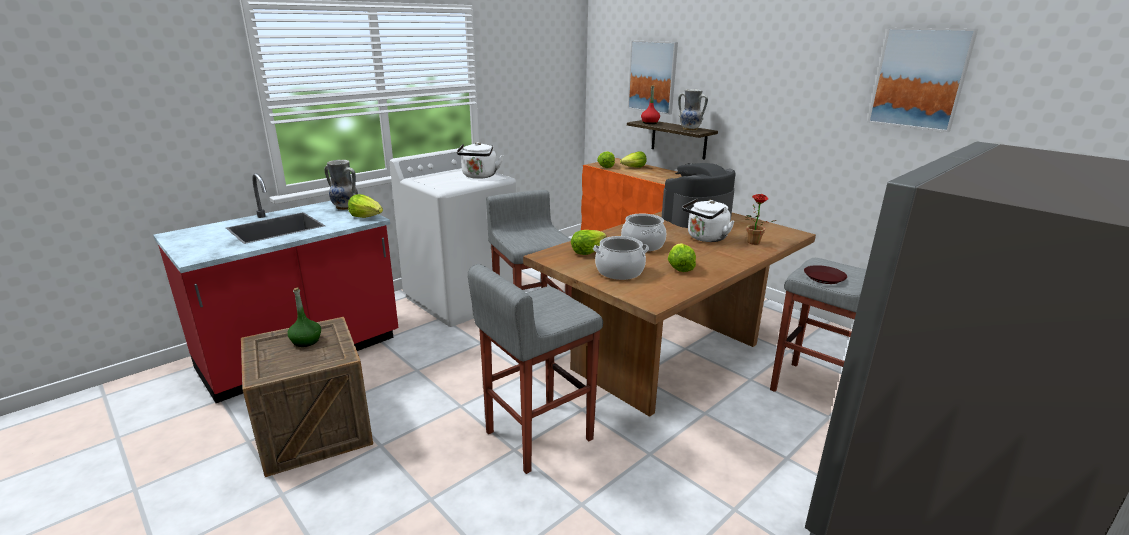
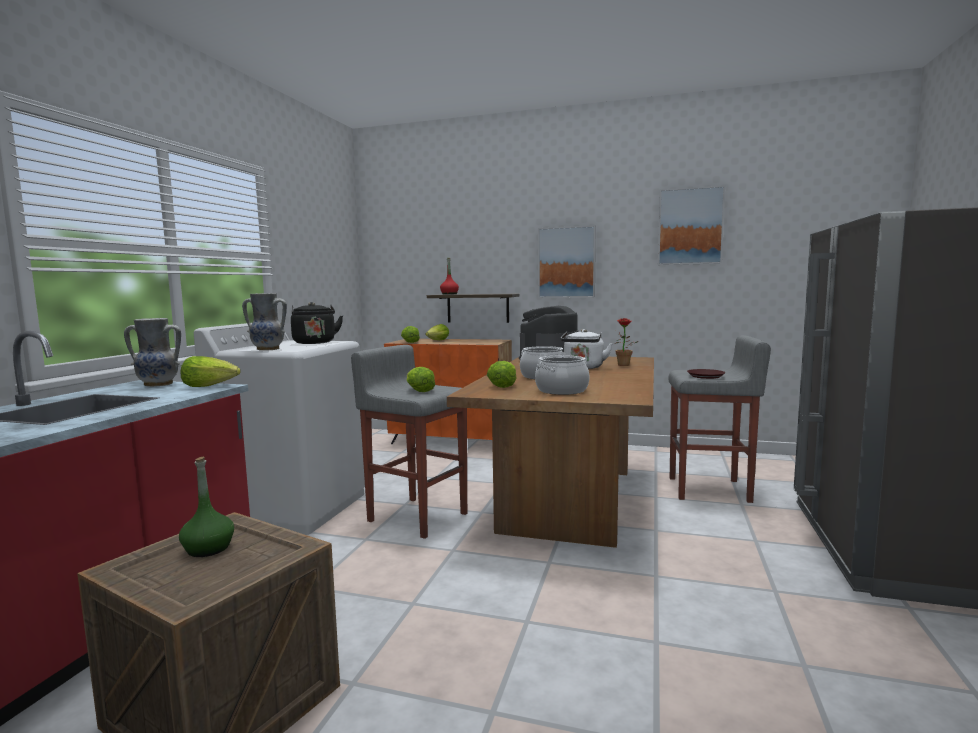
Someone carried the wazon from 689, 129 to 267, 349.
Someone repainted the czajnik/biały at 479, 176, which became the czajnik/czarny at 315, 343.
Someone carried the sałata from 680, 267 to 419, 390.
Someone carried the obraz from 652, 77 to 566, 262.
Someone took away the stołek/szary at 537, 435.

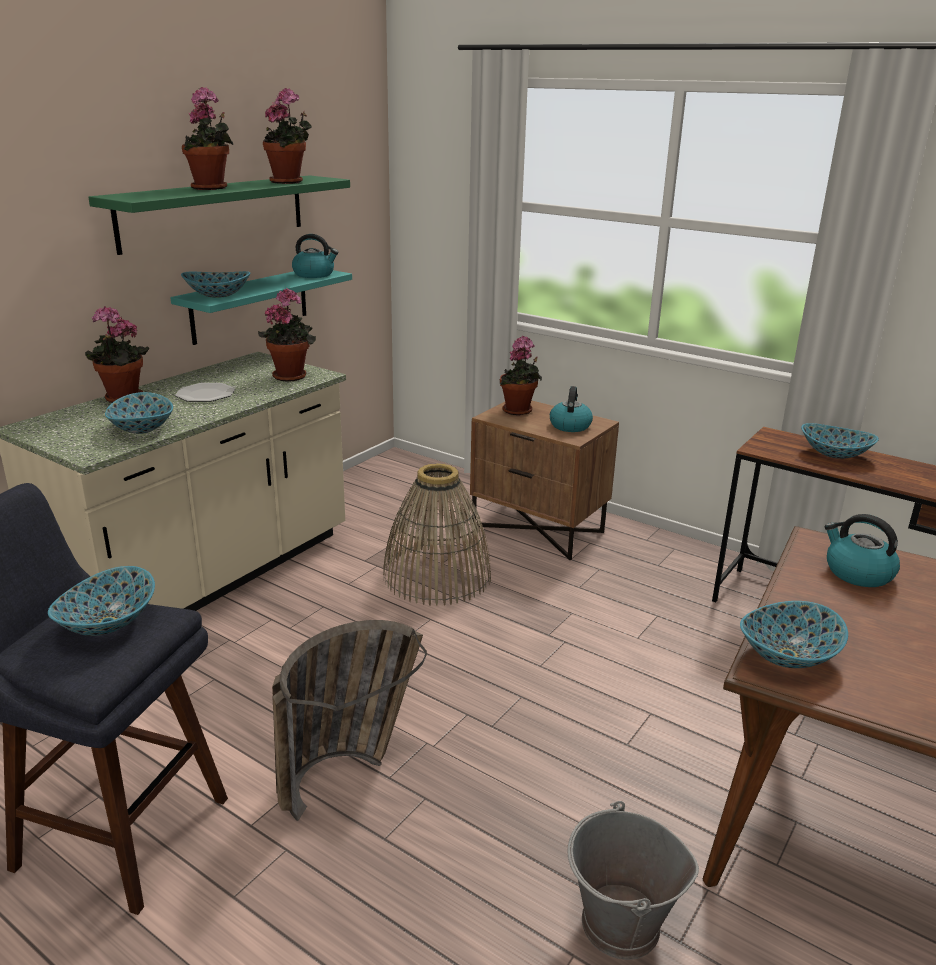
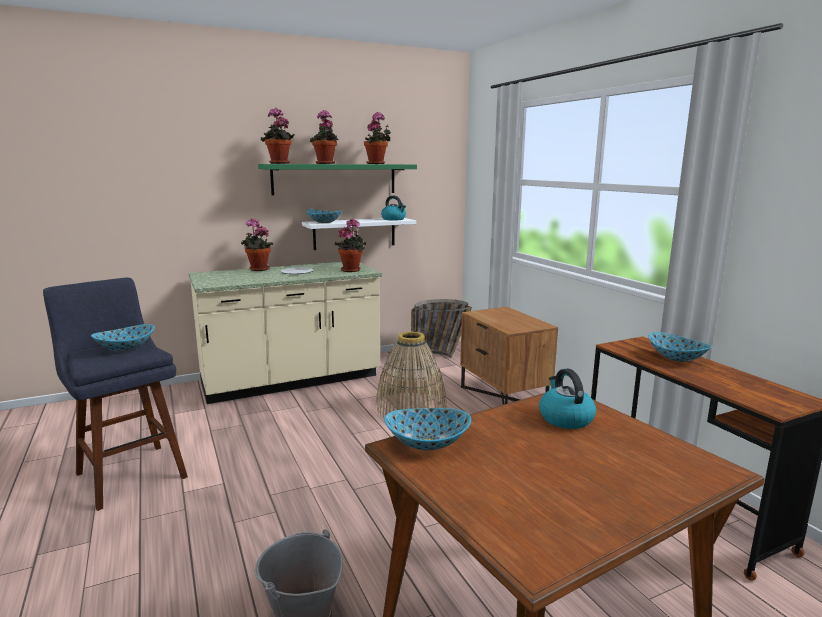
Someone carried the roślina doniczkowa from 519, 411 to 279, 163.
Someone repainted the półka/turkusowy at 250, 305, which became the półka/biały at 354, 233.
Someone carried the koszyk from 348, 771 to 439, 356.
Someone took away the miska at 141, 428.
Someone took away the czajnik at 570, 425.

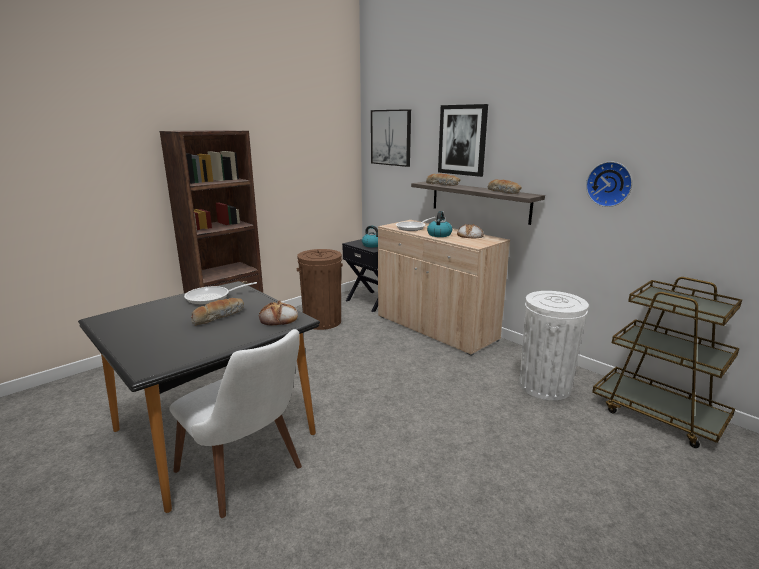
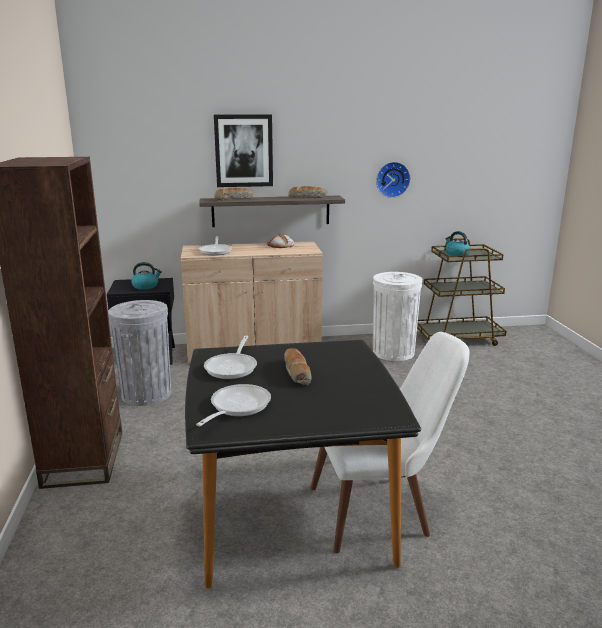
Someone repainted the kosz na śmieci/brązowy at 322, 321, which became the kosz na śmieci/szary at 146, 394.
Someone put down the patelnia at 237, 407.
Someone carried the czajnik from 439, 234 to 456, 254.
Someone took away the chleb at 279, 318.
Someone took away the obraz at 391, 137.

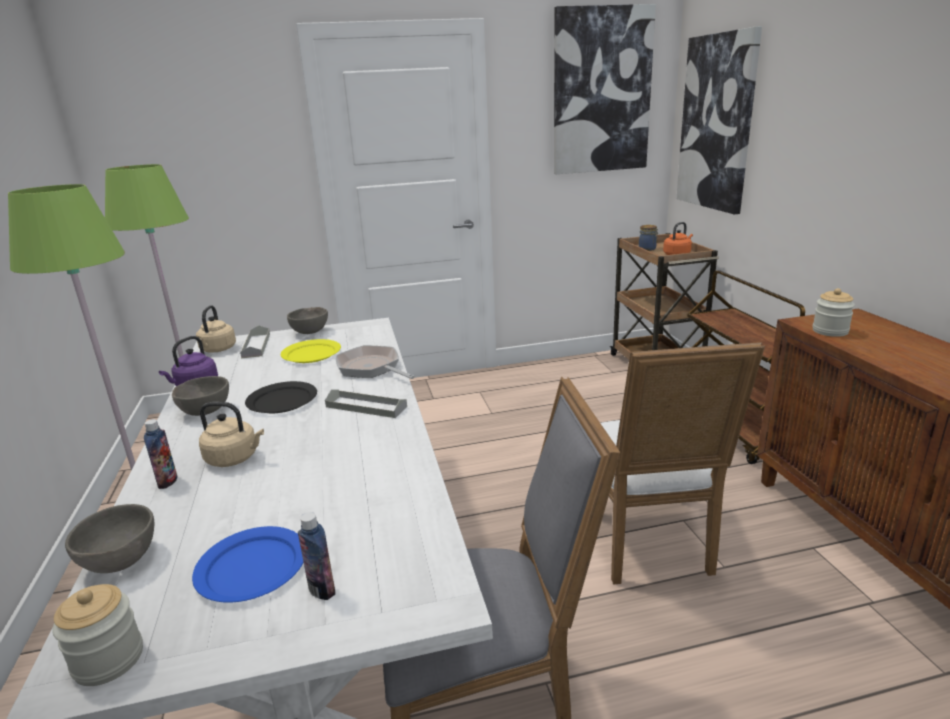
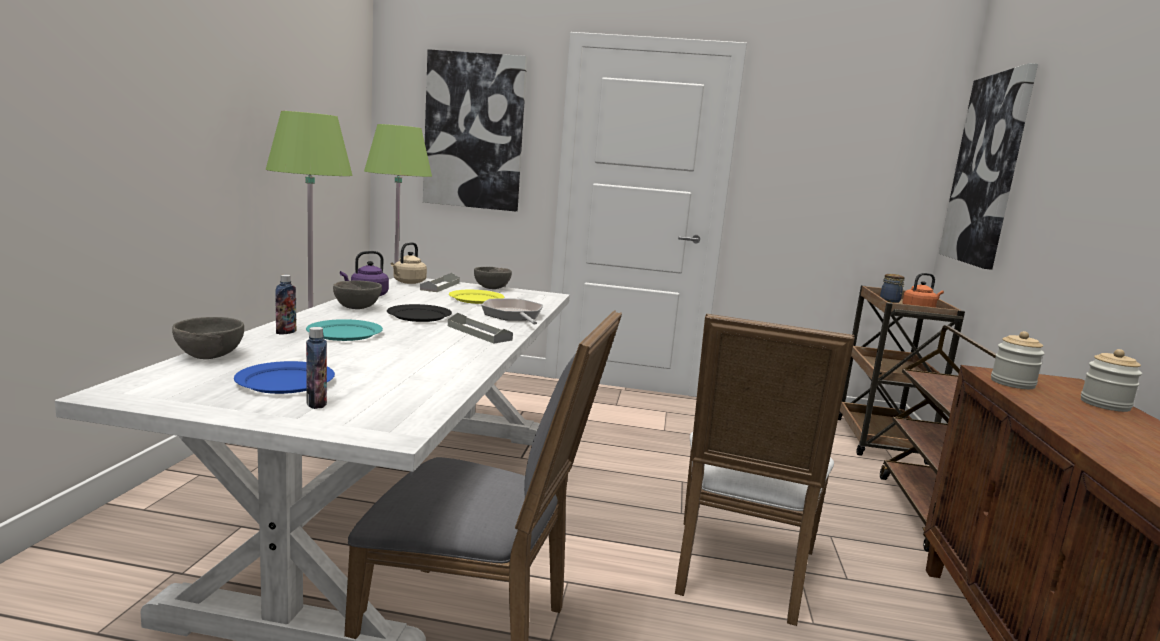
Someone swapped the czajnik/beżowy at 235, 458 for the talerz/turkusowy at 345, 333.
Someone carried the obraz from 601, 92 to 474, 132.
Someone carried the słoik from 108, 659 to 1105, 405.

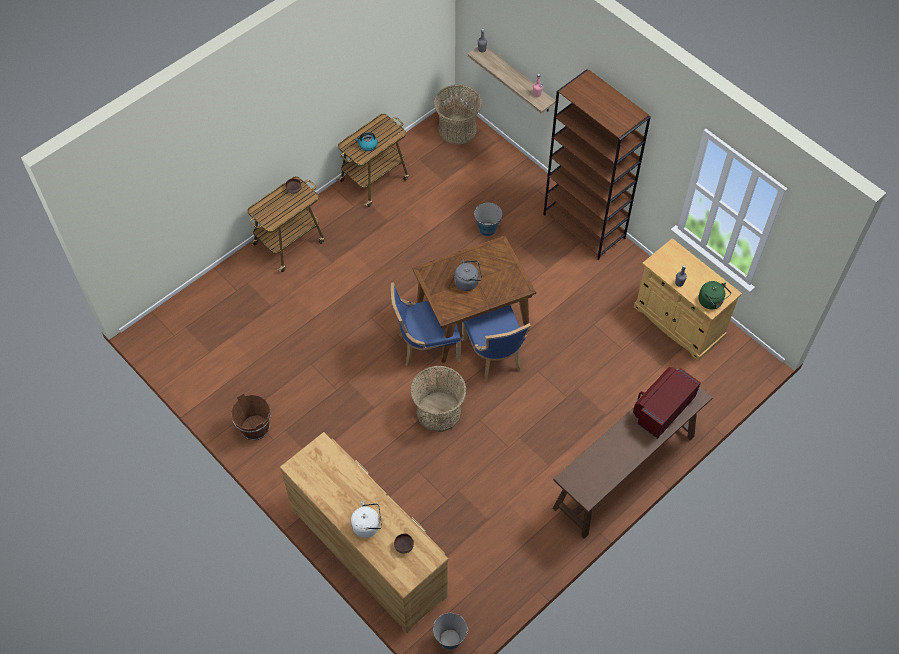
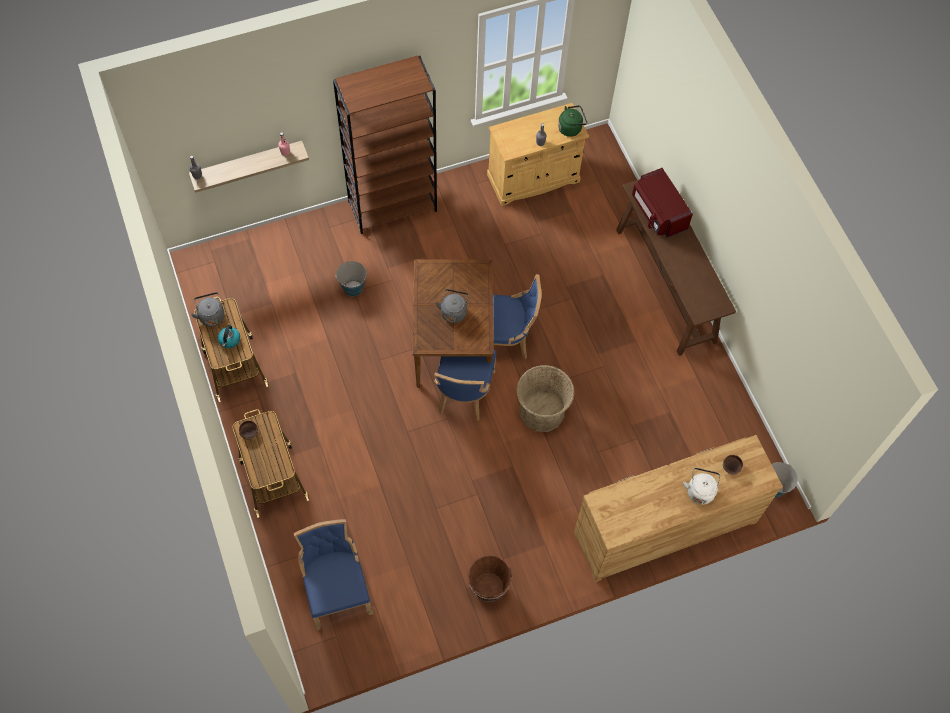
Someone put down the czajnik/szary at 211, 315.
Someone put down the krzesło/niebieski at 336, 589.
Someone took away the koszyk at 457, 129.

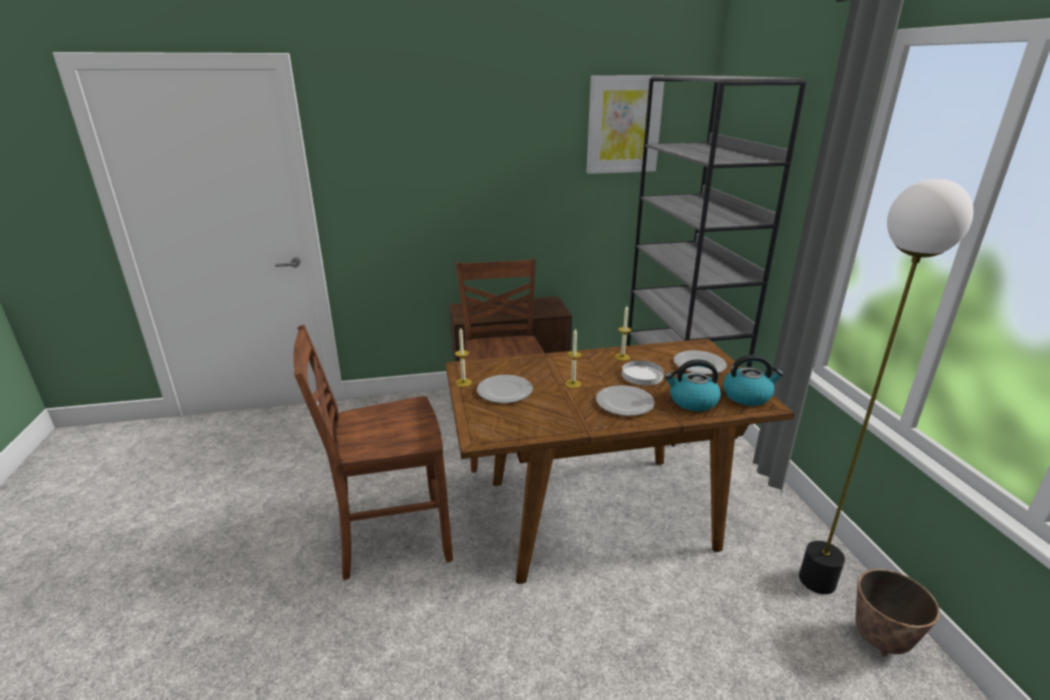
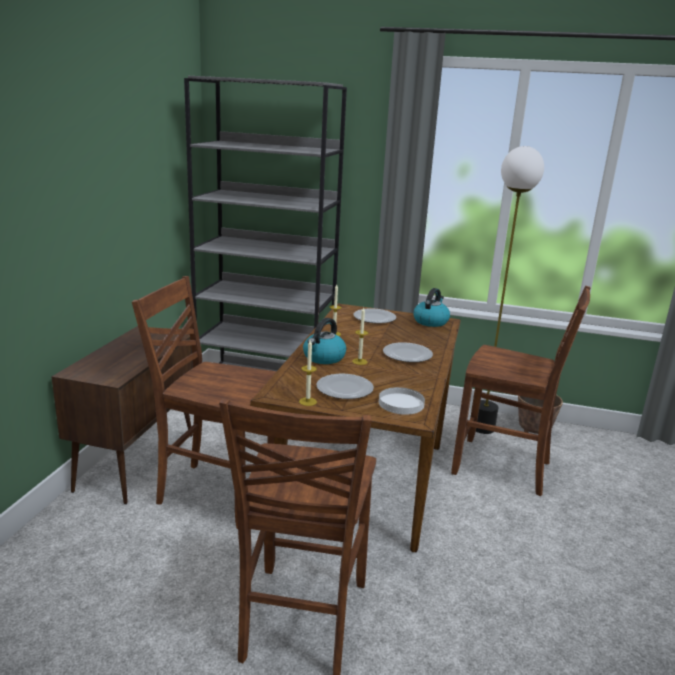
Someone carried the czajnik from 692, 401 to 323, 358.
Someone carried the talerz/biały from 642, 375 to 401, 403.
Someone put down the krzesło/brązowy at 503, 468.
Someone took away the obraz at 623, 125.

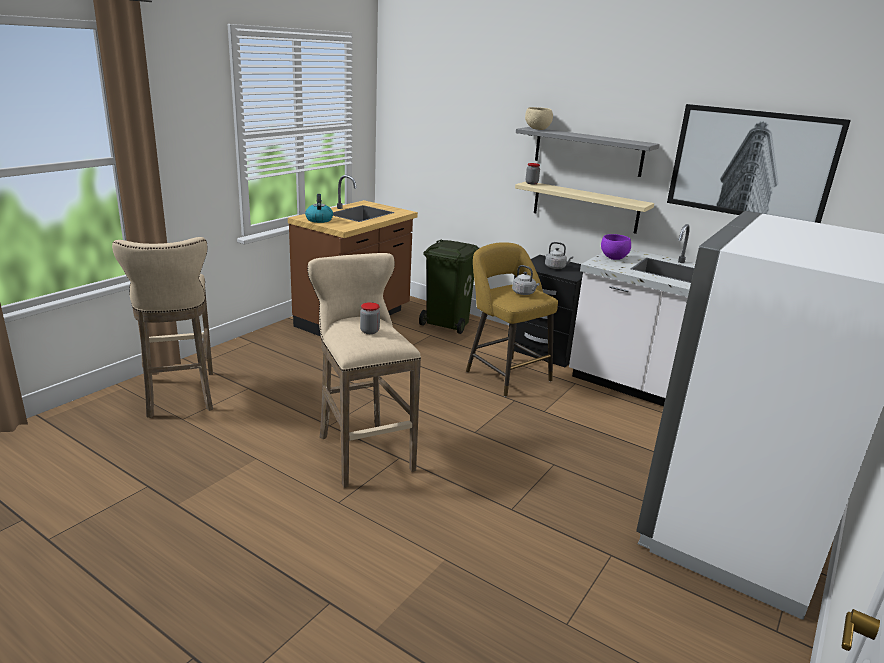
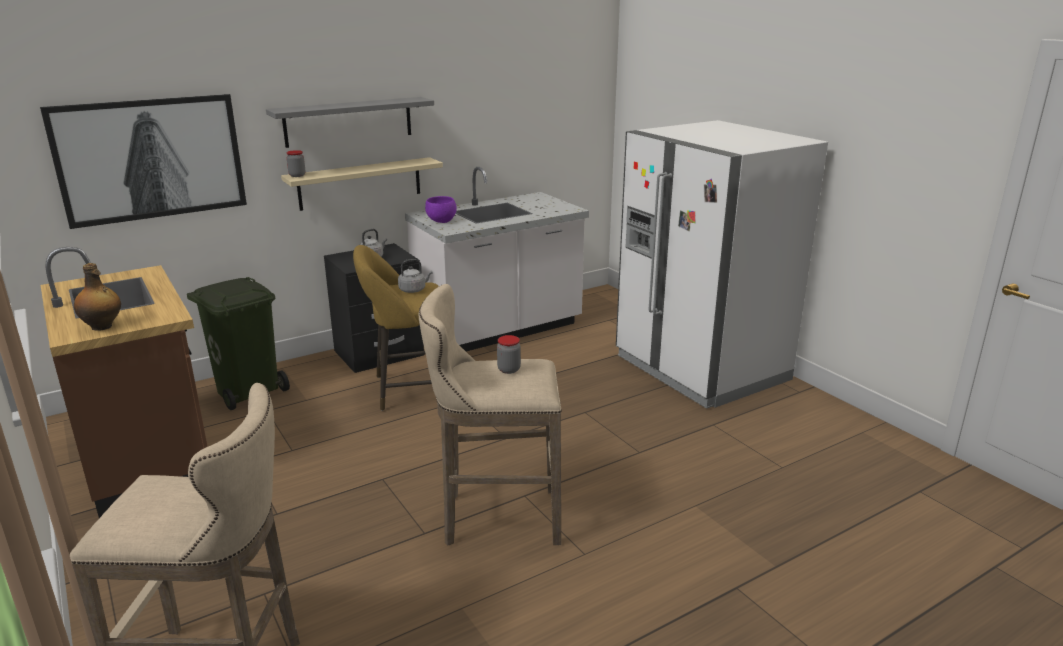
Someone carried the obraz from 751, 164 to 151, 159.
Someone swapped the czajnik at 319, 219 for the butelka at 102, 327.
Someone took away the miska/beżowy at 538, 129.

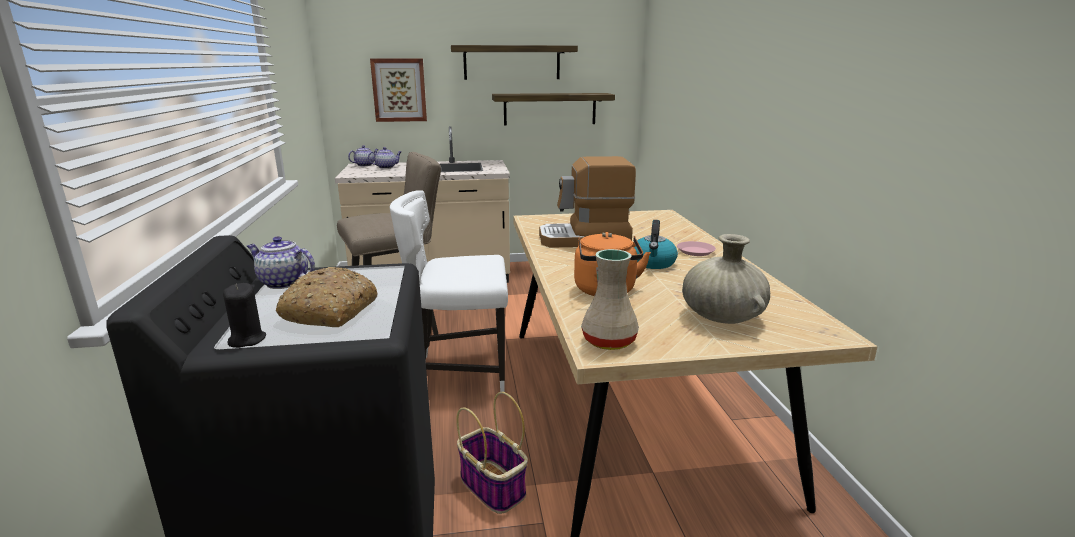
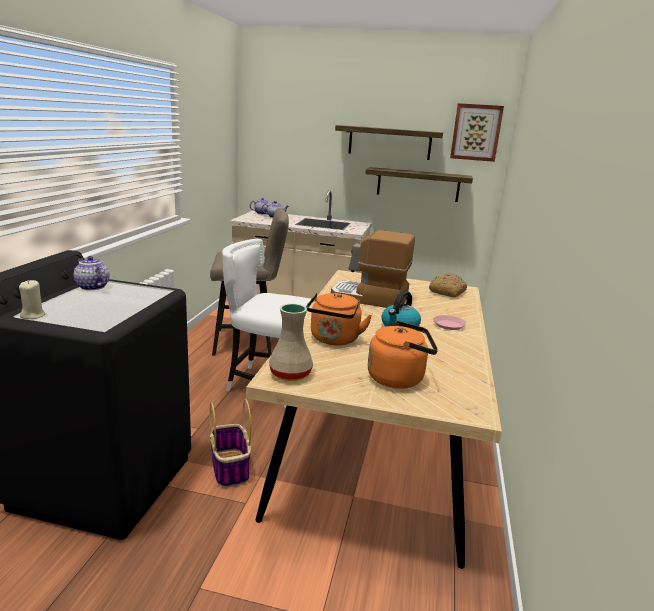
Someone repainted the świeca/czarny at 247, 340, which became the świeca/beżowy at 33, 315.
Someone swapped the wazon/beżowy at 722, 317 for the czajnik/pomarańczowy at 399, 378.
Someone carried the chleb from 330, 311 to 447, 291.
Someone carried the obraz from 399, 90 to 476, 132.

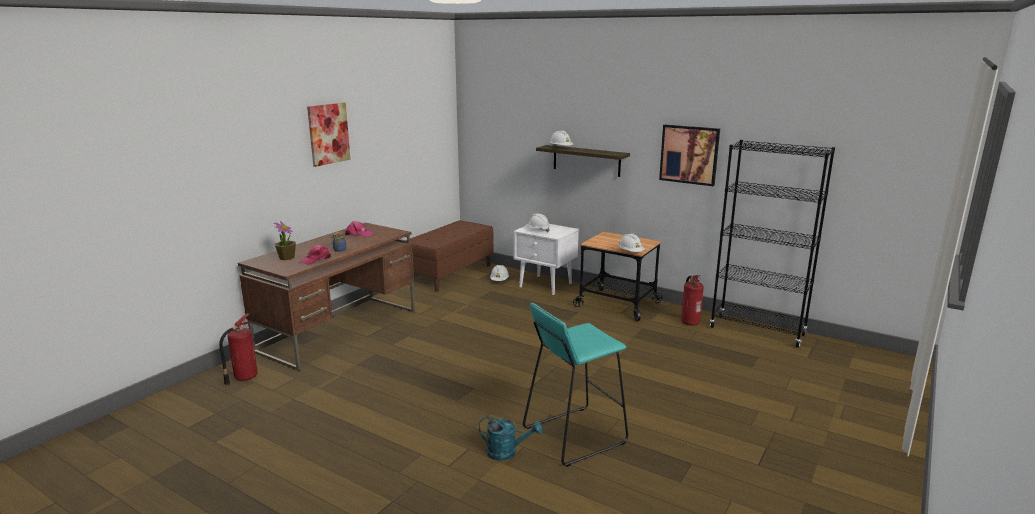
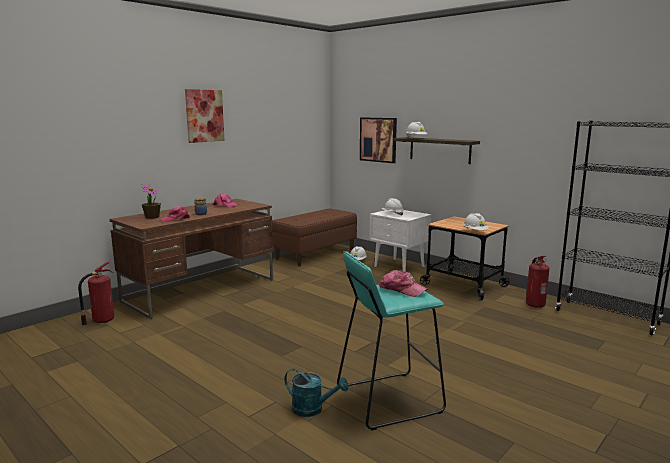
Someone carried the obraz from 689, 154 to 378, 139.
Someone put down the czapka z daszkiem at 402, 290.

